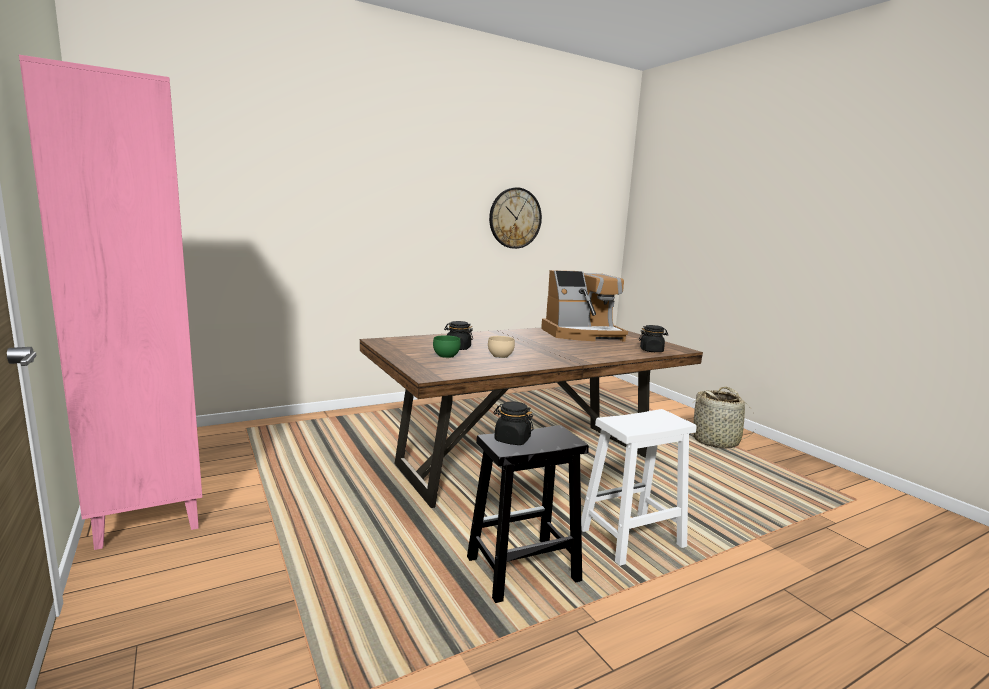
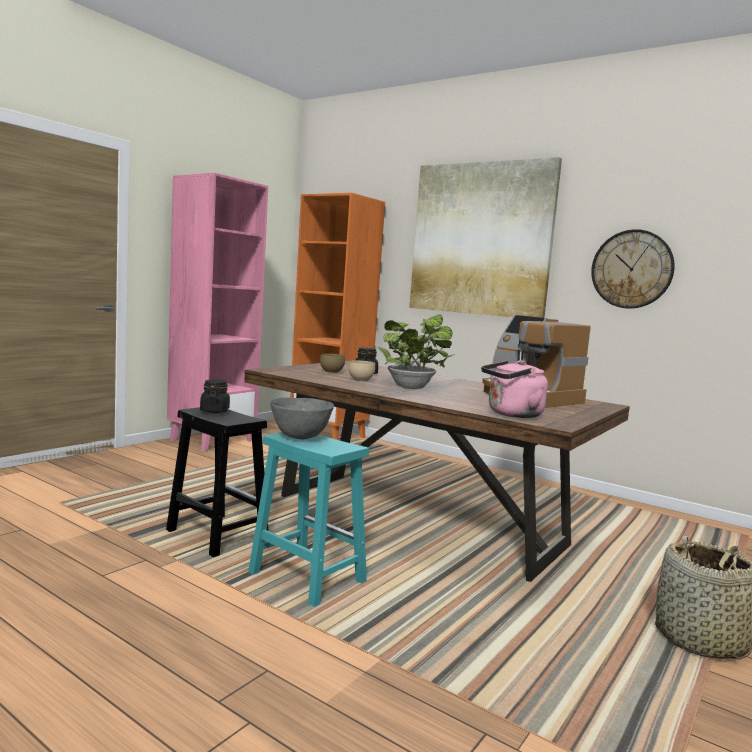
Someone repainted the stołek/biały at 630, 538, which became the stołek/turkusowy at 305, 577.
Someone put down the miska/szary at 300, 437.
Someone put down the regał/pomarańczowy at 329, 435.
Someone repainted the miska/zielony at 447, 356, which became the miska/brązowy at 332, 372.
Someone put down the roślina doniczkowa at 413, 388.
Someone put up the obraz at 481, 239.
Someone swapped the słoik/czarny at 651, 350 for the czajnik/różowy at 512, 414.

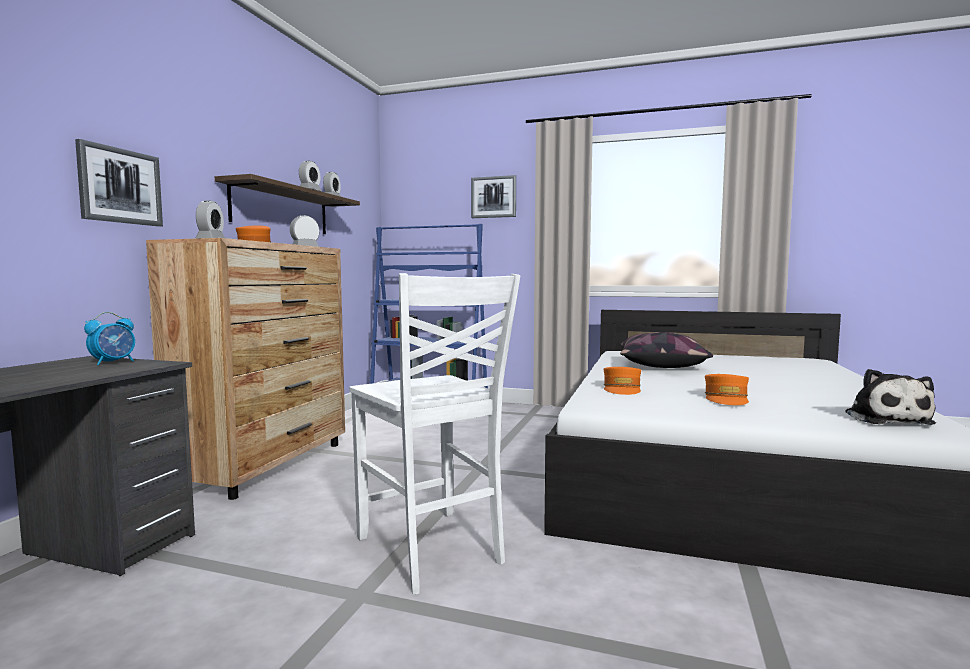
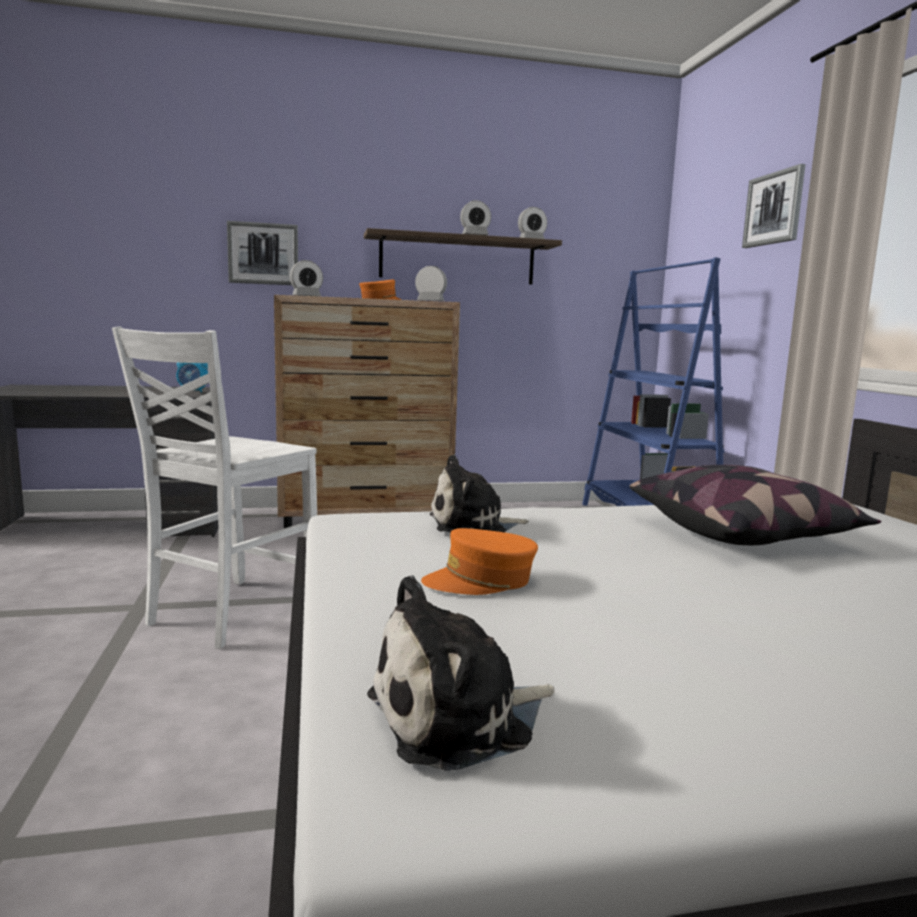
Someone swapped the czapka z daszkiem/pomarańczowy at 622, 389 for the pluszak at 473, 525.

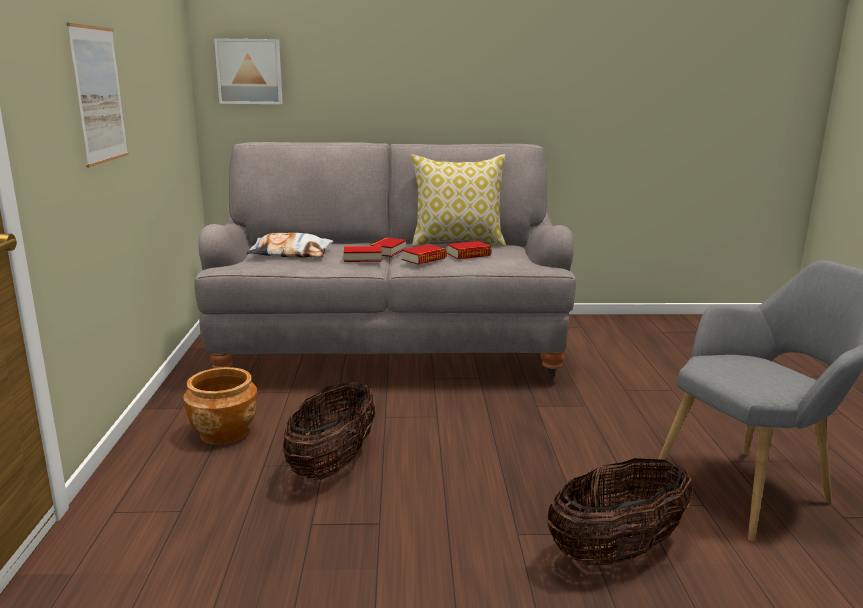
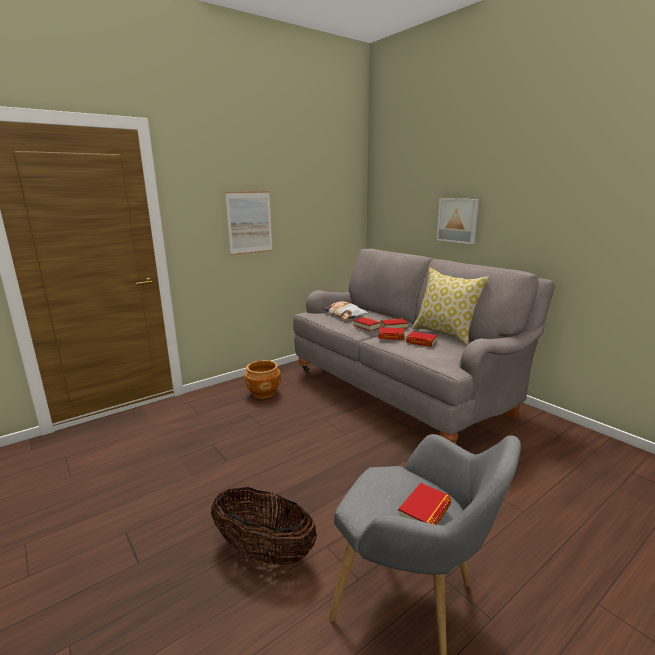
Someone put down the książka at 424, 513.
Someone carried the obraz from 249, 71 to 458, 220.
Someone took away the koszyk at 332, 464.

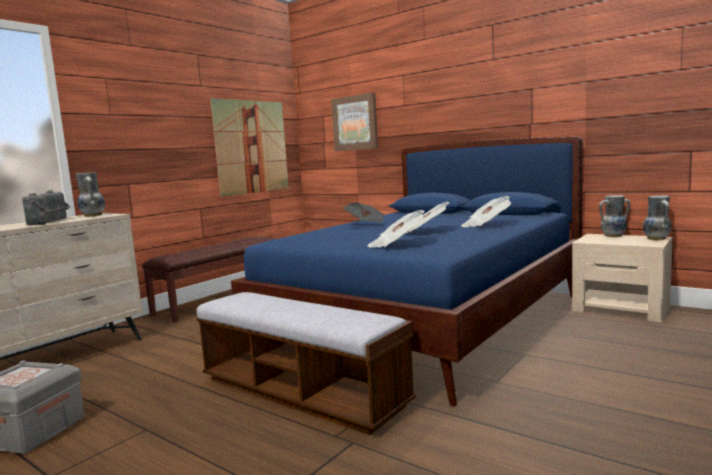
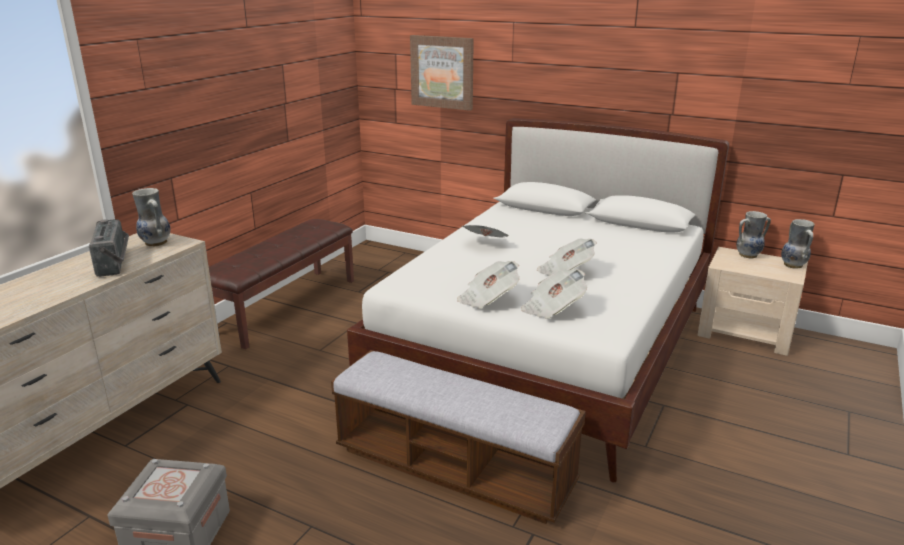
Someone repainted the łóżko/niebieski at 427, 321, which became the łóżko/biały at 548, 350.
Someone carried the gazeta from 486, 225 to 487, 299.
Someone took away the obraz at 252, 147.

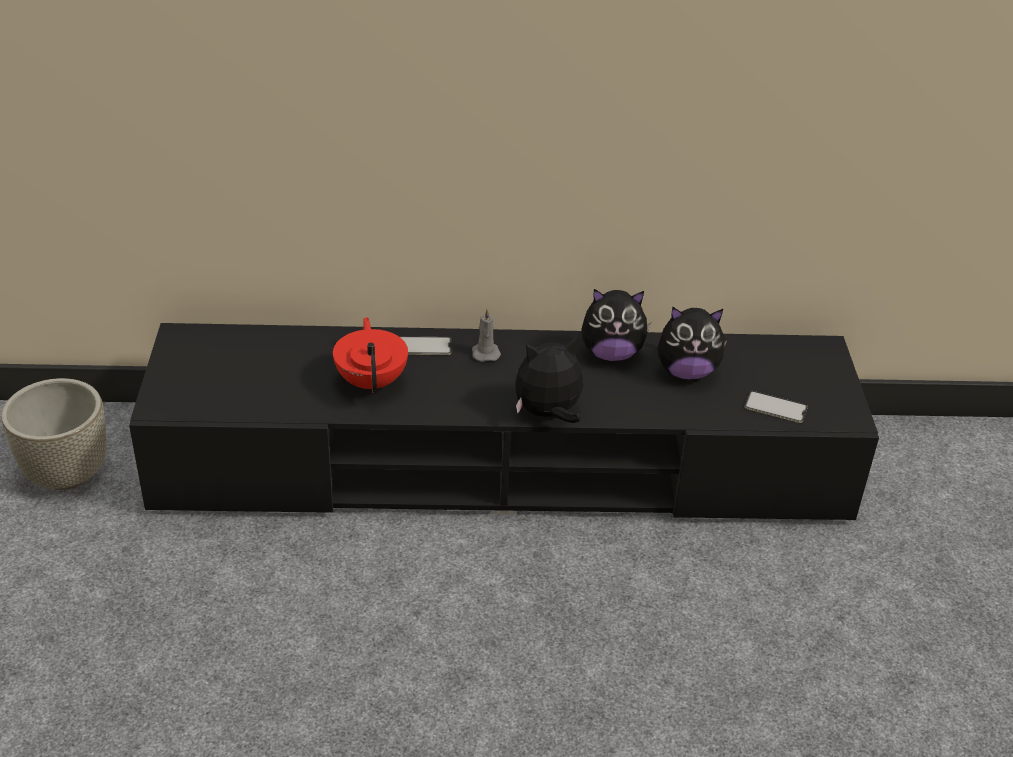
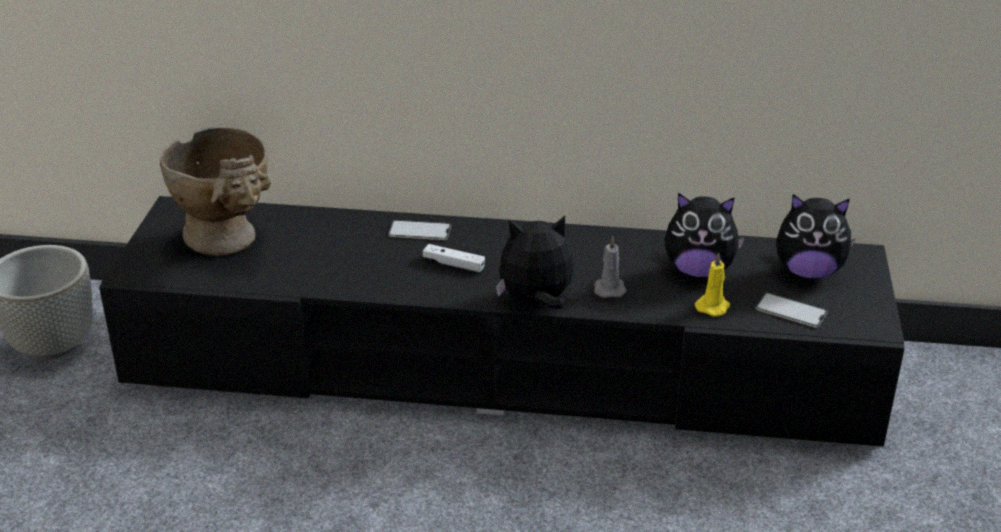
Someone put down the wazon/beżowy at 229, 242.
Someone put down the pad do gier/biały at 453, 264.
Someone carried the świeca/szary from 485, 352 to 609, 288.
Someone put down the świeca/żółty at 713, 306.
Someone carried the pluszak from 611, 353 to 808, 271.
Someone took away the imbryk/czerwony at 372, 381.

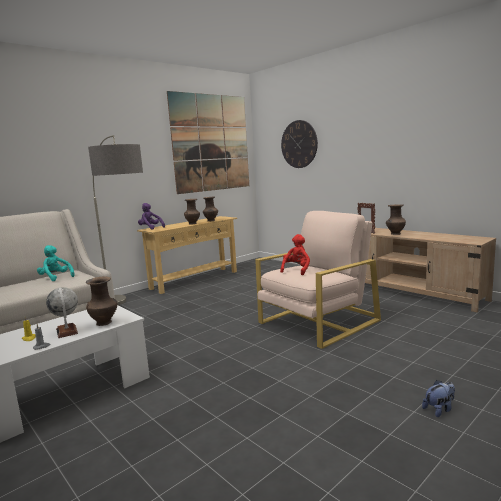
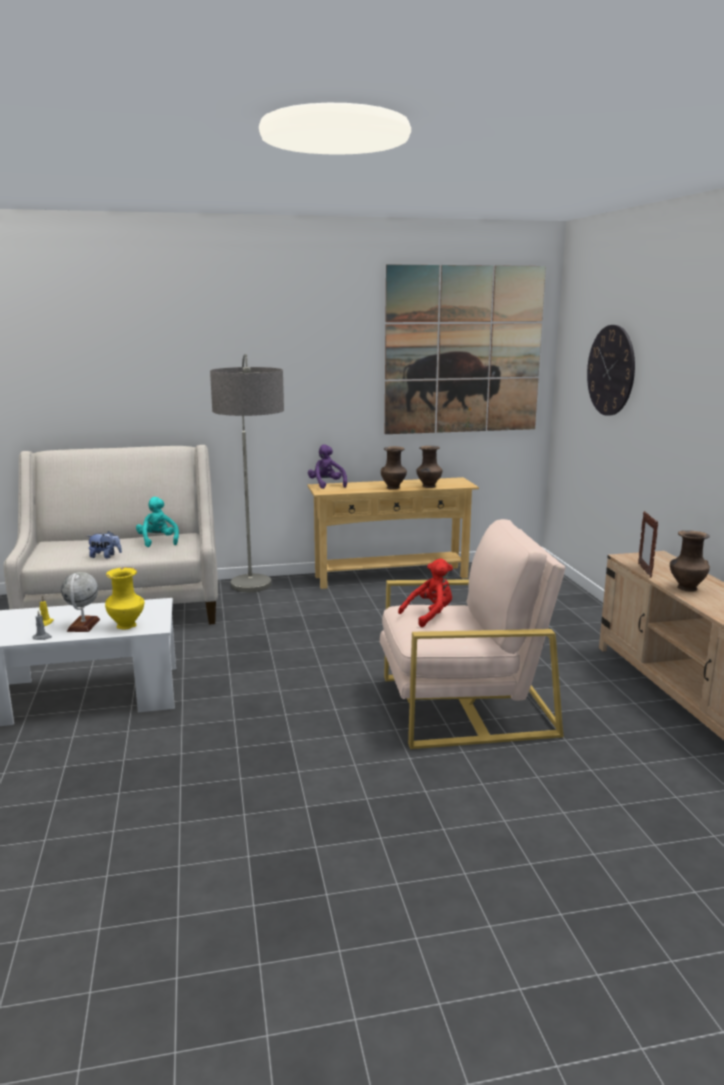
Someone carried the pluszak from 439, 409 to 105, 556.
Someone repainted the wazon/brązowy at 104, 323, which became the wazon/żółty at 127, 626.

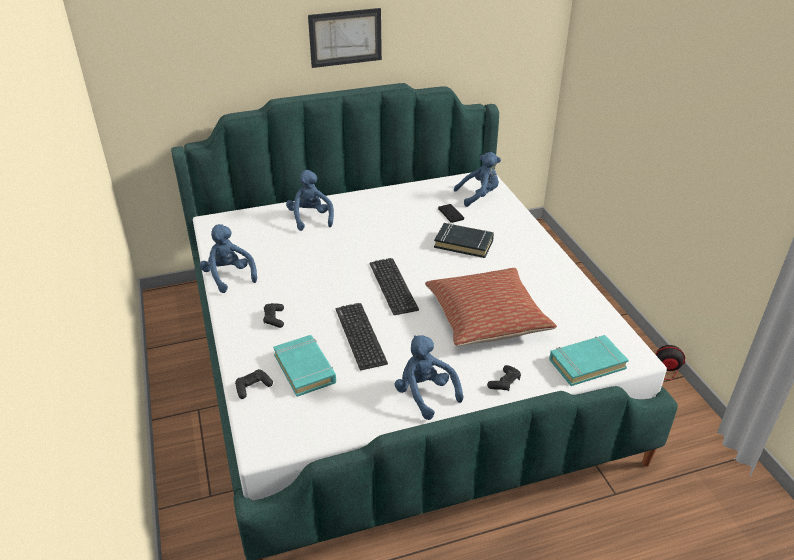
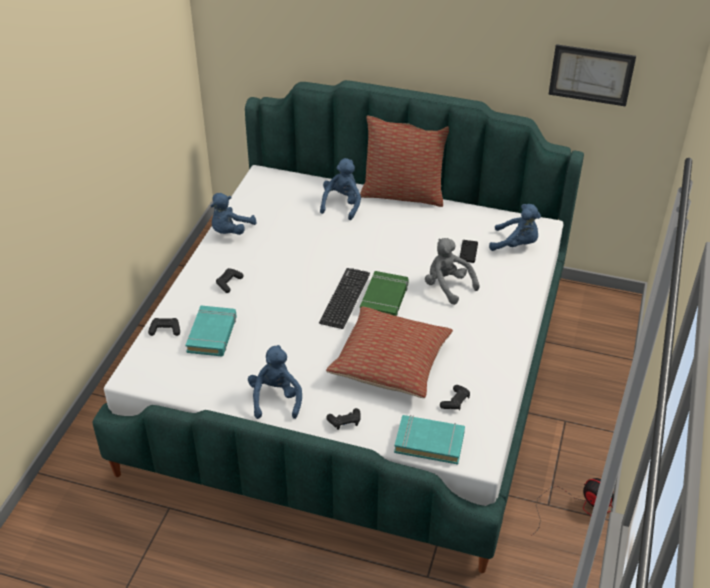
Someone rotated the pluszak/niebieski at 229, 276 by 150 degrees counterclockwise.
Someone put down the poduszka at 403, 193.
Someone put down the książka/zielony at 384, 299.
Someone swapped the książka/czarny at 464, 243 for the pluszak/szary at 447, 286.
Someone put down the pad do gier/czarny at 455, 401.
Someone carried the obraz from 345, 37 to 591, 74.
Someone took away the klawiatura at 360, 336.

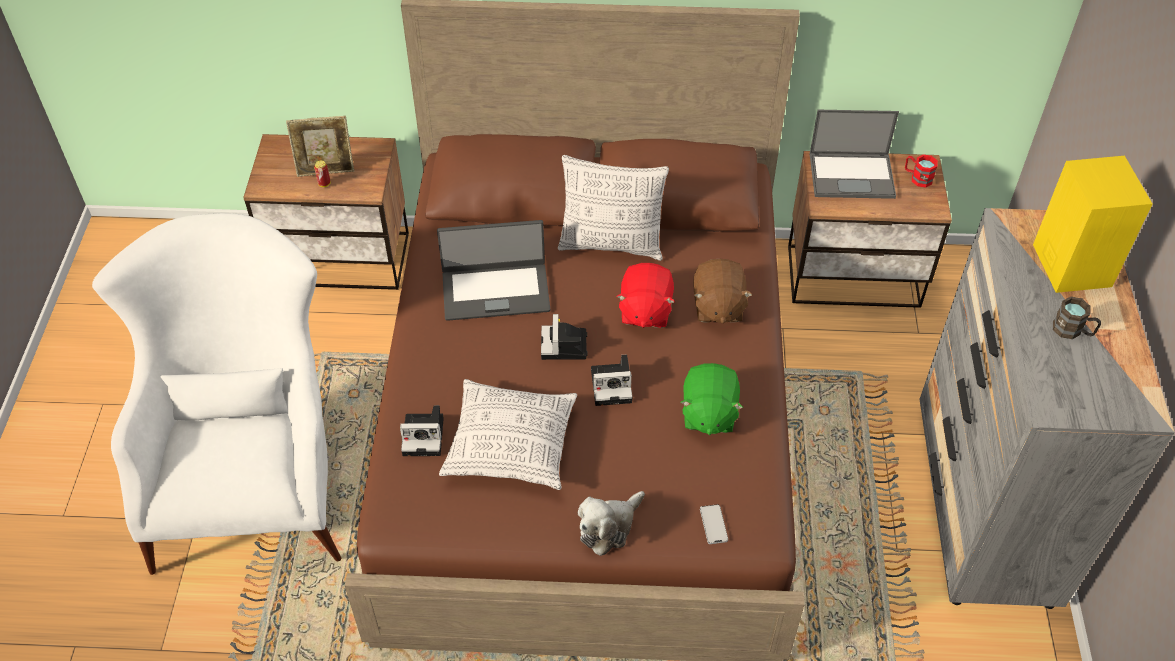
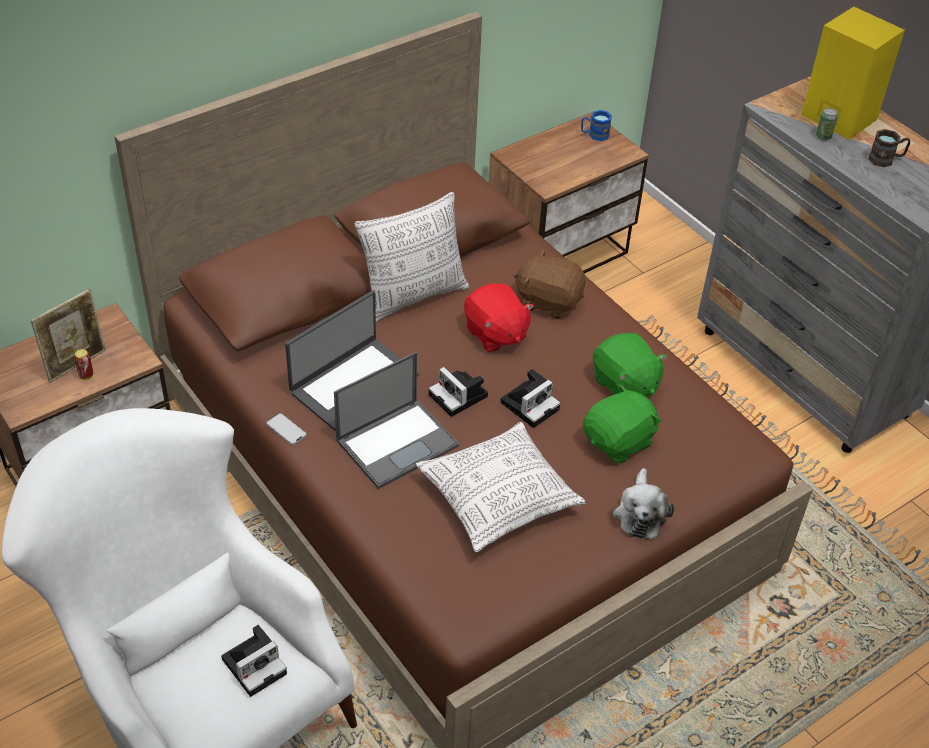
Someone carried the aparat fotograficzny from 425, 435 to 256, 664.
Someone carried the telefon from 713, 524 to 286, 429.
Someone carried the laptop from 852, 175 to 398, 442.
Someone rotated the pluszak/brązowy at 717, 307 by 150 degrees clockwise.
Someone repainted the kubek/czerwony at 917, 177, which became the kubek/niebieski at 594, 135.
Someone put down the pluszak/zielony at 619, 442.
Someone put down the puszka at 823, 136.

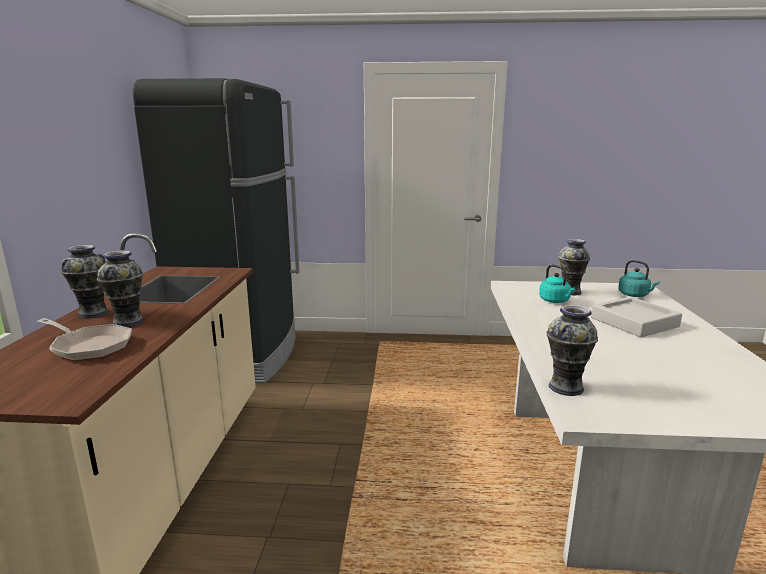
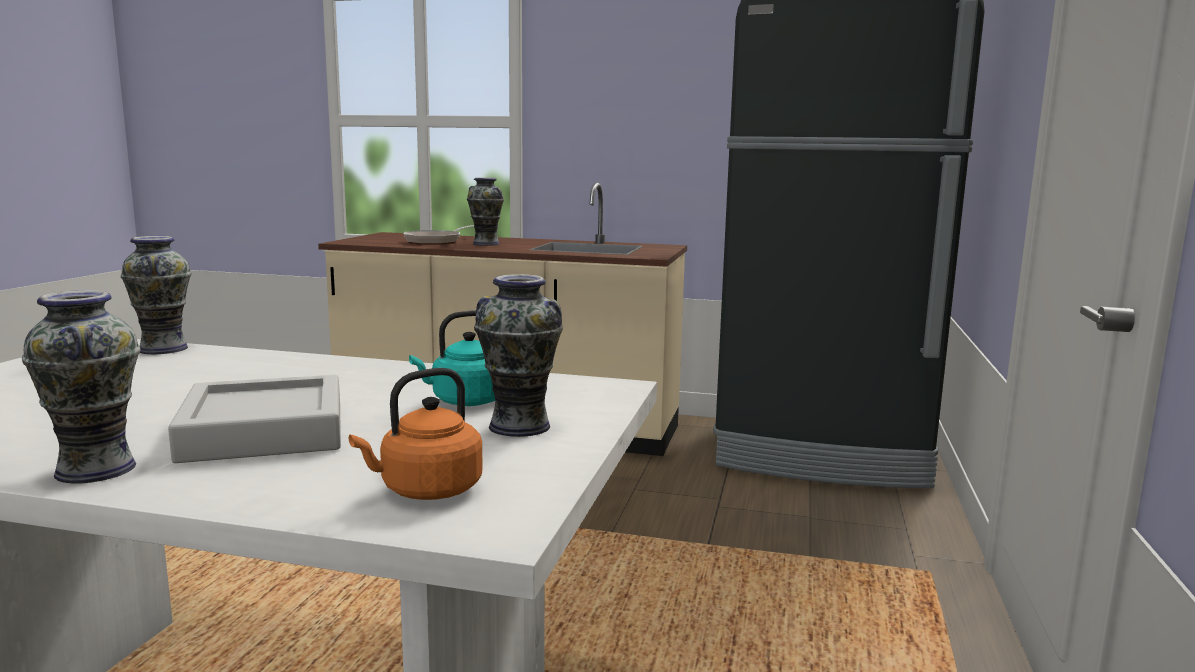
Someone carried the wazon from 93, 313 to 94, 469.
Someone repainted the czajnik/turkusowy at 635, 295, which became the czajnik/pomarańczowy at 426, 490.

